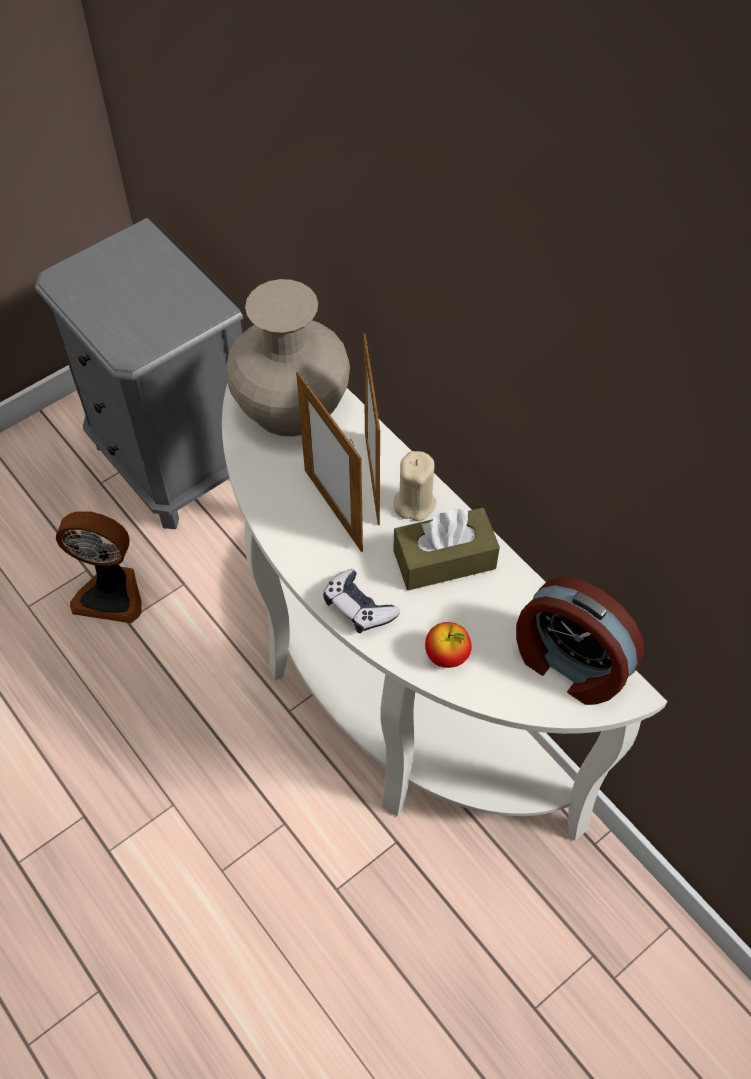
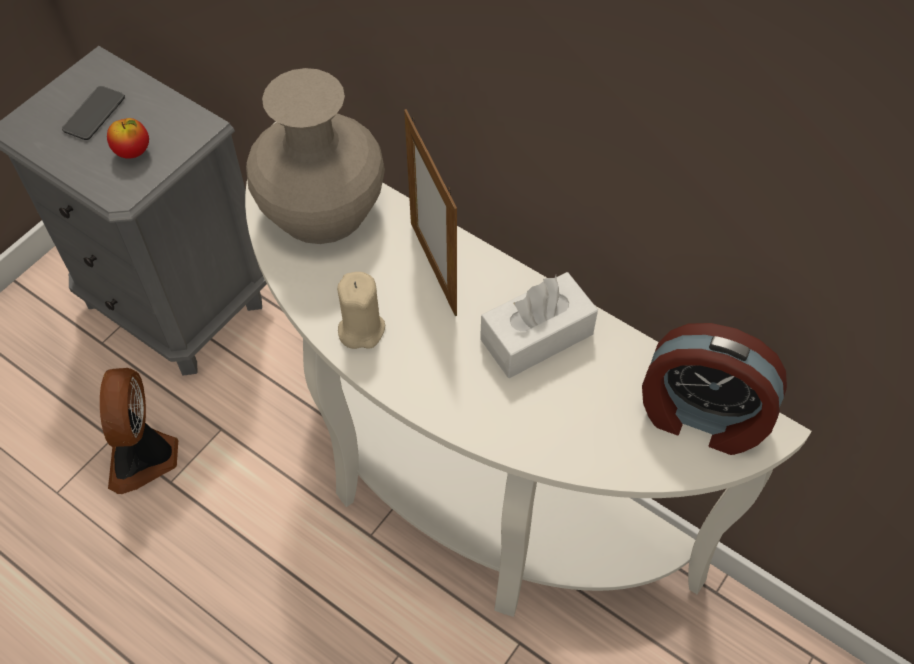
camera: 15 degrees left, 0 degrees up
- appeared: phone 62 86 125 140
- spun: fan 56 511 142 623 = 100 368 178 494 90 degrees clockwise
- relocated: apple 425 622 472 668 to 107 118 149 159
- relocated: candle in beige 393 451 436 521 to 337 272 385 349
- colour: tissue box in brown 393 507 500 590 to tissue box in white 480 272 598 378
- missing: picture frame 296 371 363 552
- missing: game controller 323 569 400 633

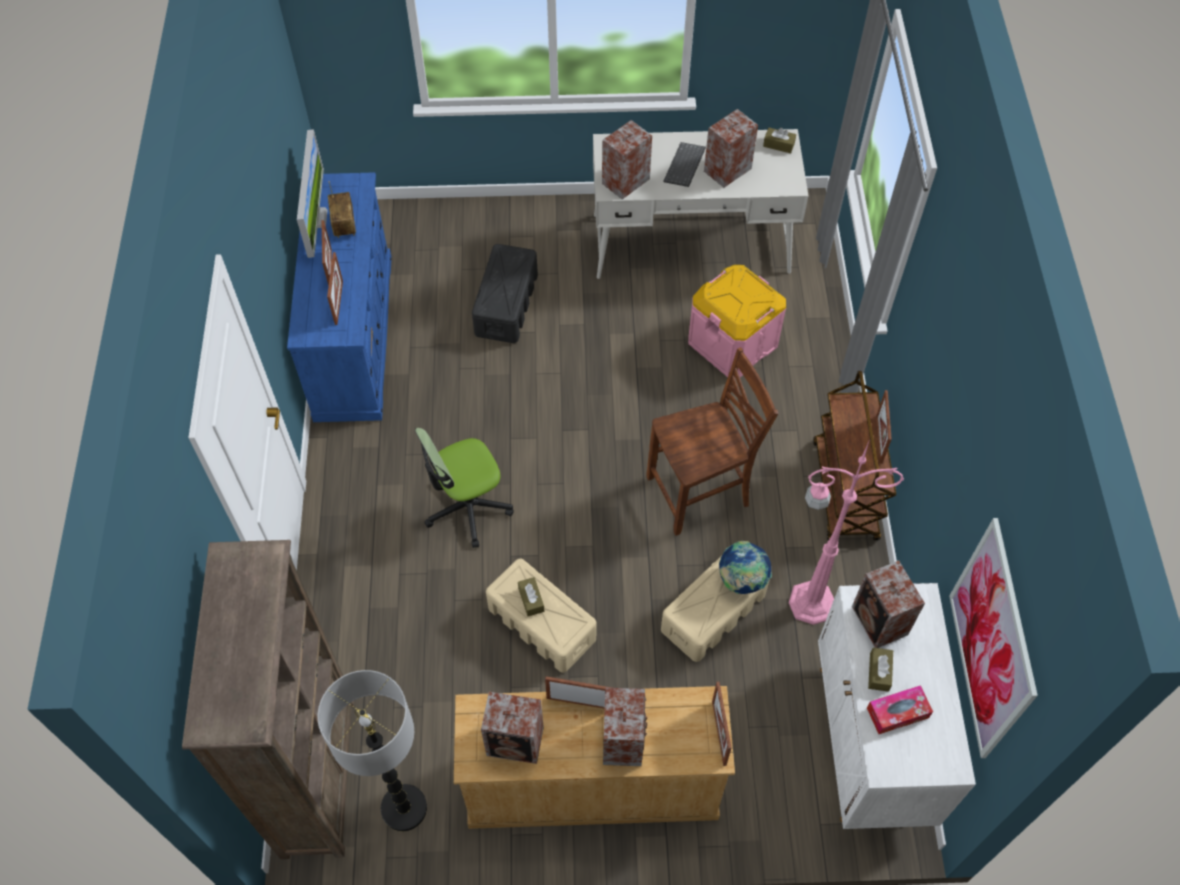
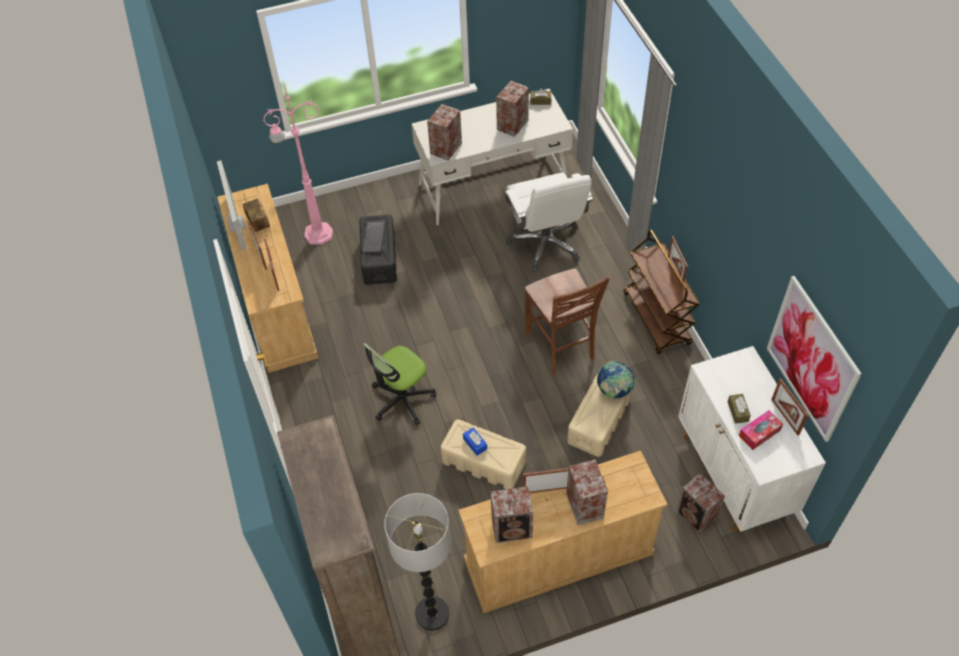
camera: 15 degrees left, 5 degrees down
- colour: dresser in blue 287 172 392 422 to dresser in beige 217 184 318 373
- relocated: floor lamp in pink 789 442 904 625 to 263 80 333 245
- relocated: keyboard 664 142 706 187 to 362 221 385 253
- colour: tissue box in brown 518 577 544 616 to tissue box in blue 463 427 487 456
- exchanged: storage box in pink 688 265 786 379 to office chair in white 505 172 593 272
- spun: chair in brown 646 347 778 536 = 525 268 610 375 105 degrees clockwise
- relocated: speaker 852 561 925 648 to 676 473 725 534
- relocated: picture frame 712 682 732 766 to 771 378 808 435

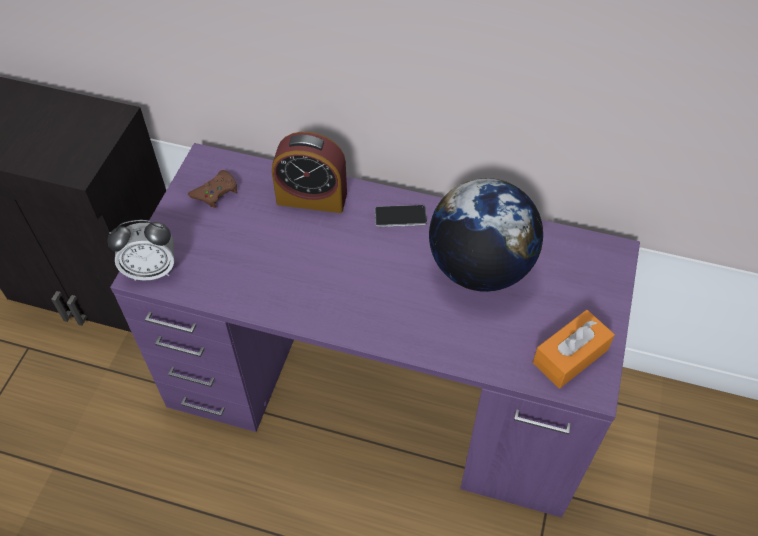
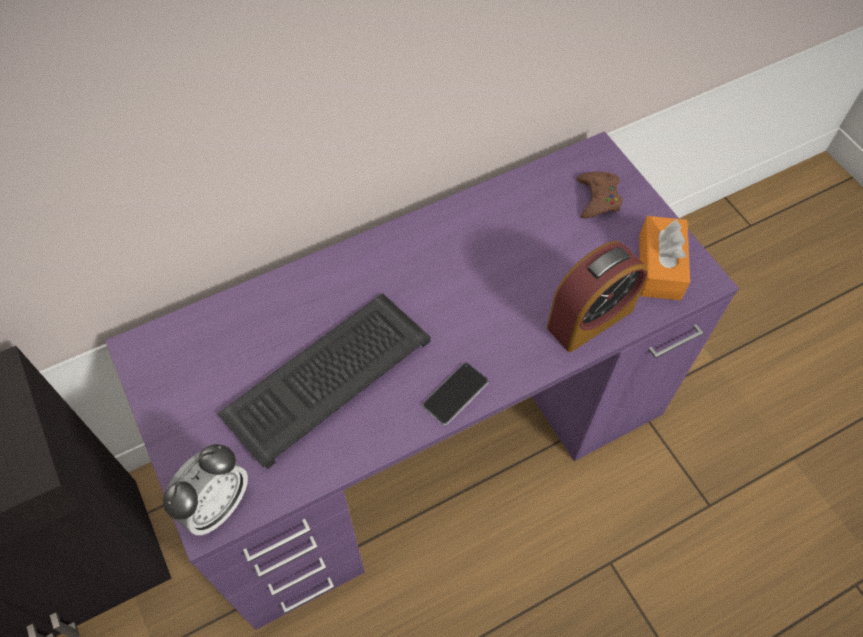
camera: 45 degrees left, 5 degrees up
- appeared: keyboard 217 293 431 469
- relocated: phone 375 205 427 227 to 422 363 489 425
- relocated: alarm clock 272 132 347 213 to 547 241 648 352
- relocated: game controller in brown 188 170 237 208 to 576 172 623 219
- missing: globe 429 178 543 292

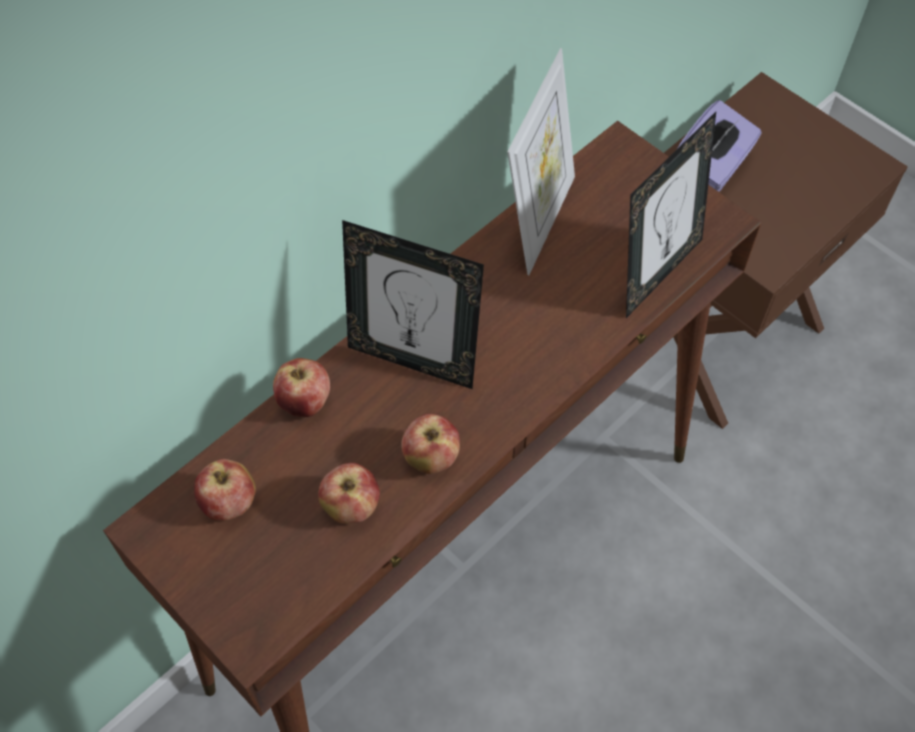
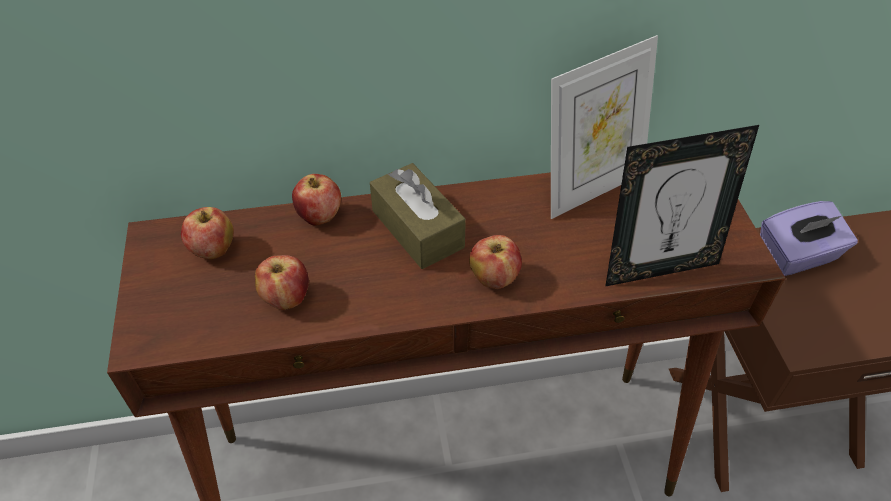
camera: 35 degrees right, 10 degrees down
- exchanged: picture frame 342 220 484 389 to tissue box in brown 370 163 466 269
- relocated: apple 401 414 460 474 to 469 235 522 289

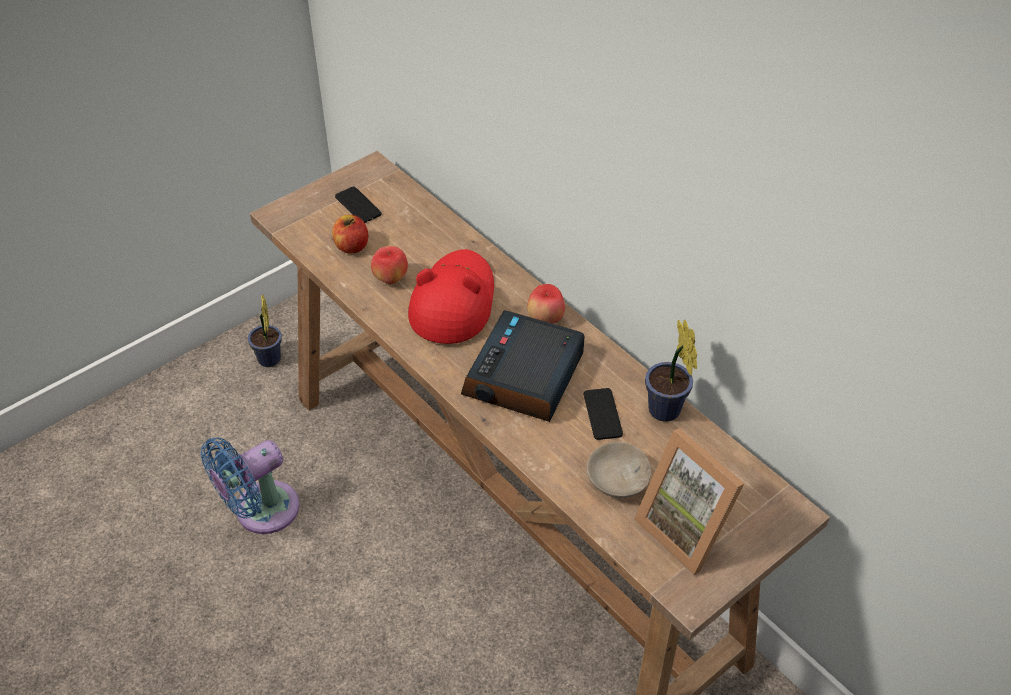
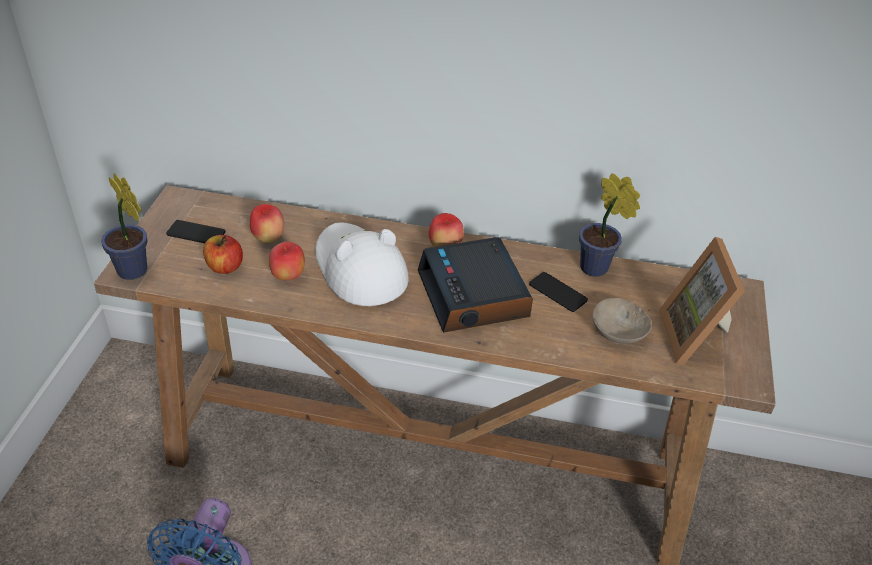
camera: 40 degrees left, 5 degrees down
- relocated: potted plant 248 295 282 367 to 101 173 148 280
- appeared: apple 250 204 284 243
- colour: hat in red 408 249 494 344 to hat in white 315 222 409 306
- spun: picture frame 634 428 744 576 = 659 237 745 365 75 degrees clockwise

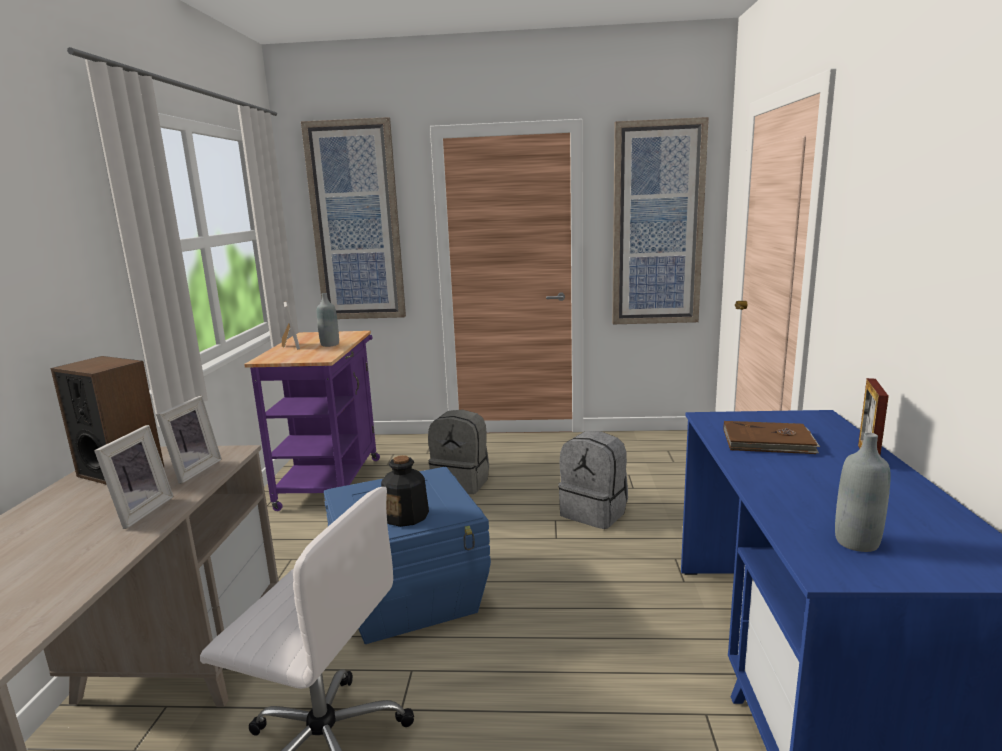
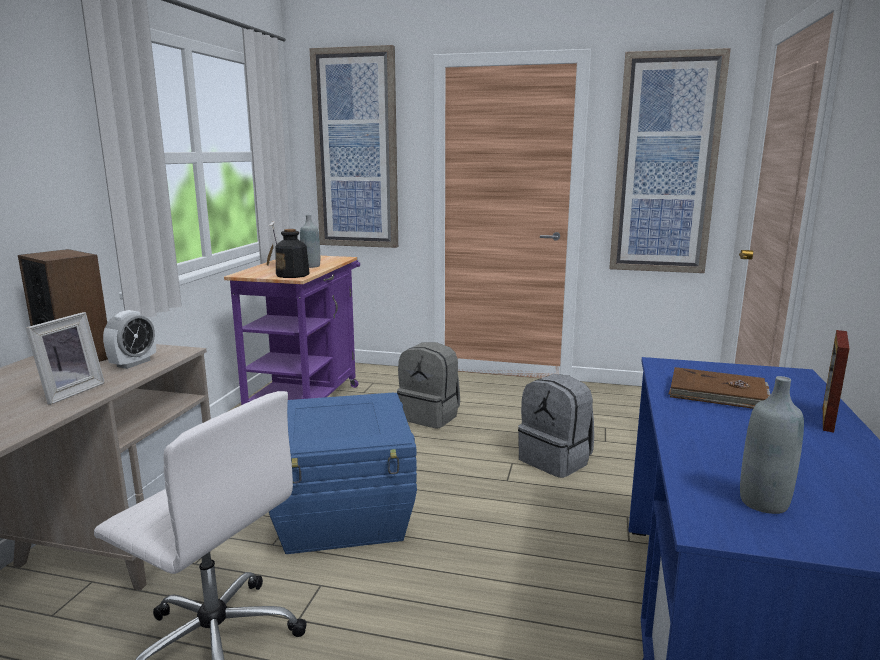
camera: 10 degrees right, 0 degrees up
- exchanged: picture frame 156 396 222 484 to alarm clock 103 310 156 369
- relocated: bottle 381 455 429 527 to 275 229 310 278

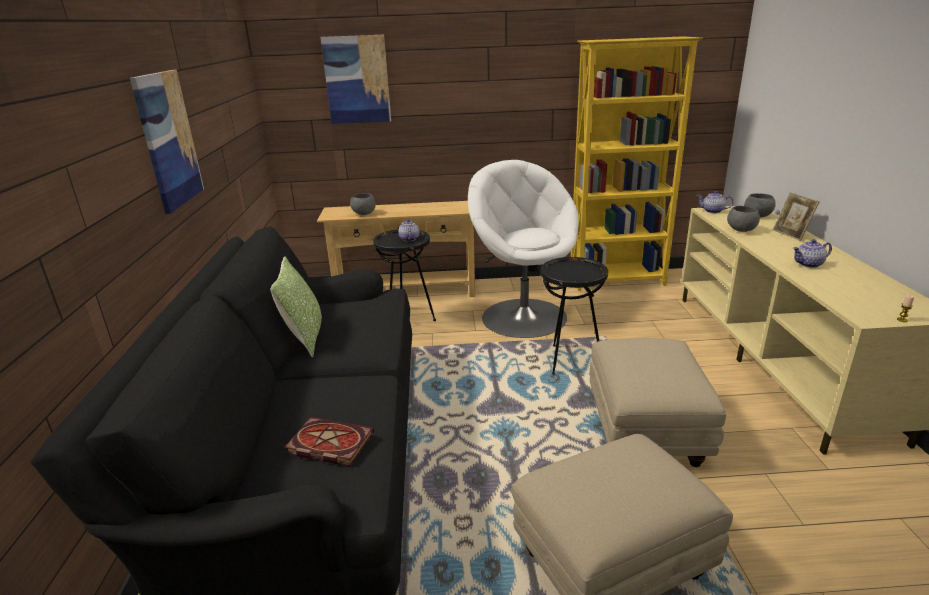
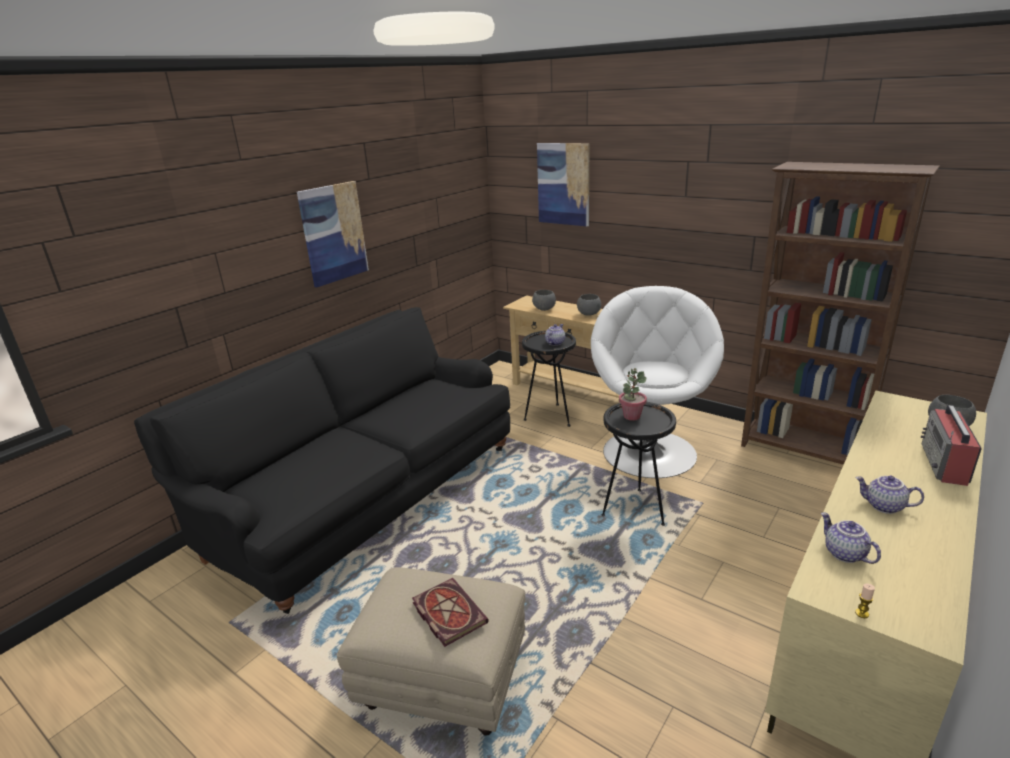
camera: 40 degrees right, 0 degrees up
- relocated: book 284 417 374 466 to 412 578 489 647
- relocated: bowl in grey 727 206 760 232 to 577 294 601 316
- appeared: potted plant 619 368 647 421
- colour: bookcase in yellow 571 36 703 291 to bookcase in brown 741 162 940 465
- relocated: teapot 697 191 734 213 to 821 512 881 564
- exchanged: picture frame 773 192 820 241 to radio 921 405 982 486
- missing: pillow 270 256 322 357
- missing: ottoman in beige 590 338 726 467

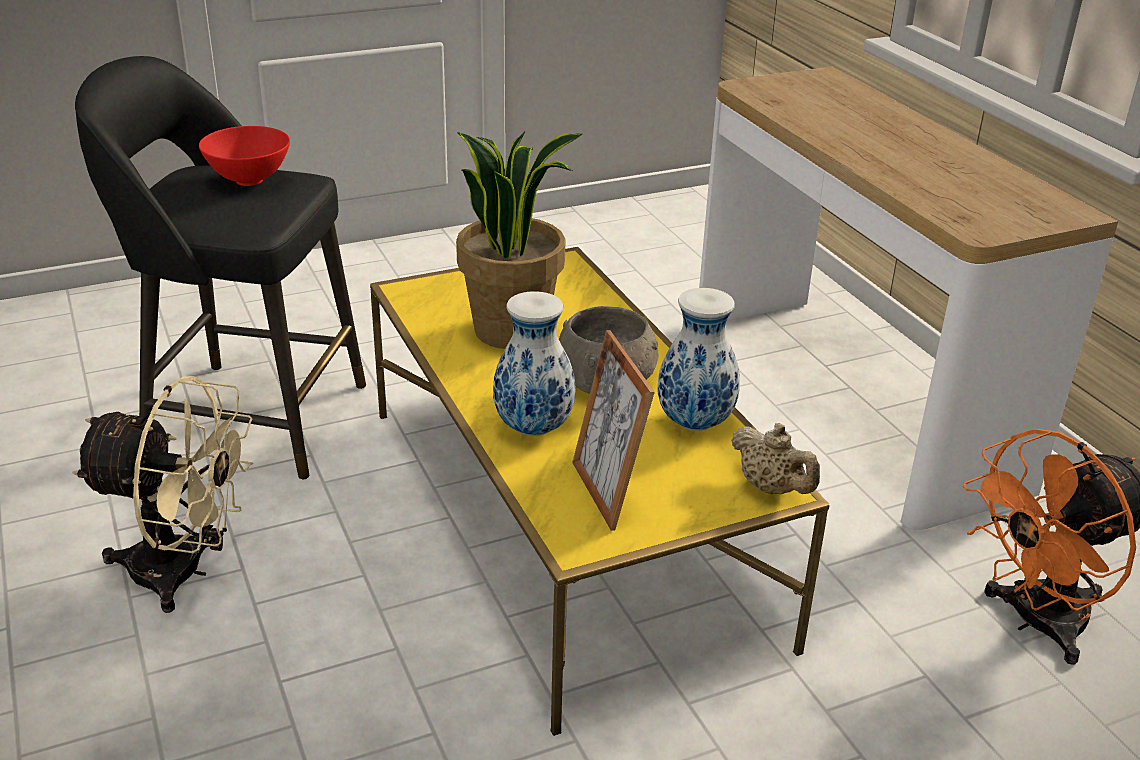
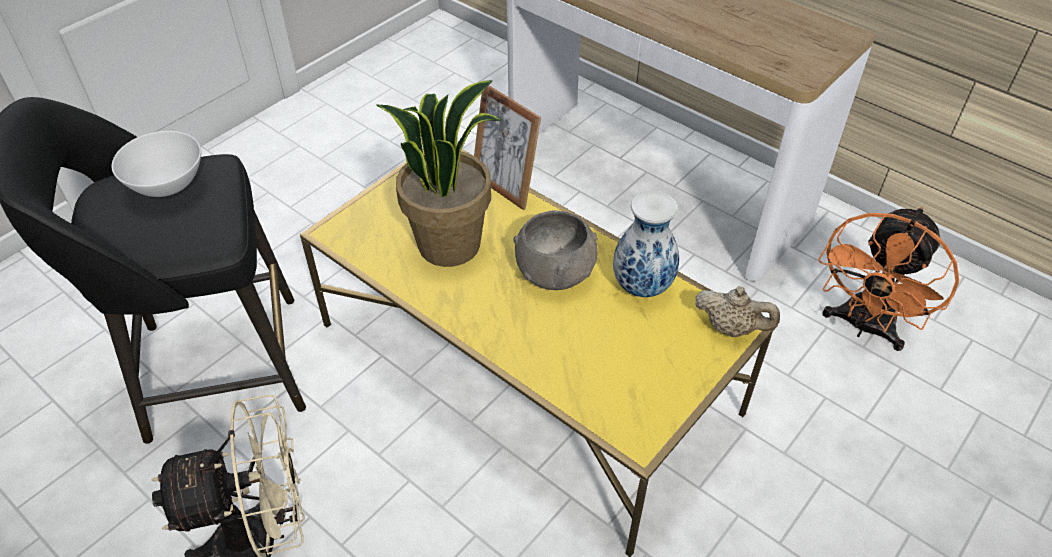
camera: 25 degrees left, 15 degrees up
- colour: bowl in red 199 126 290 186 to bowl in white 112 131 201 197
- relocated: picture frame 573 330 655 531 to 474 85 541 210
- missing: vase 493 291 575 436

